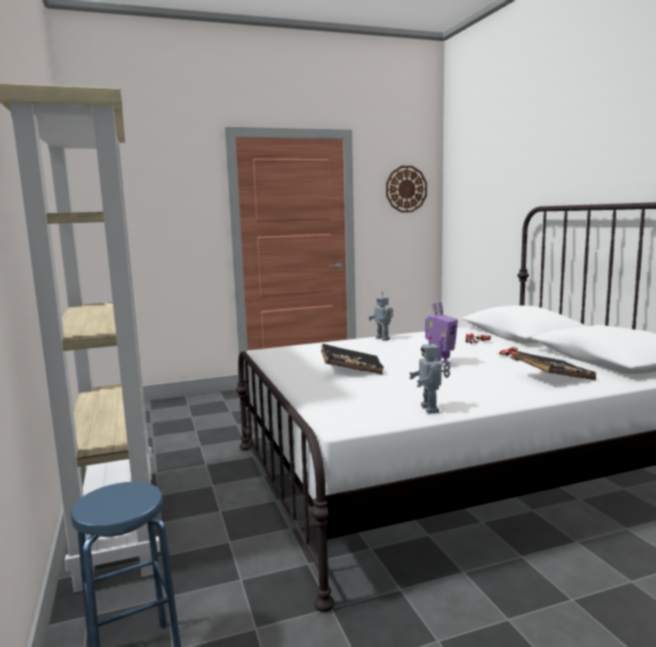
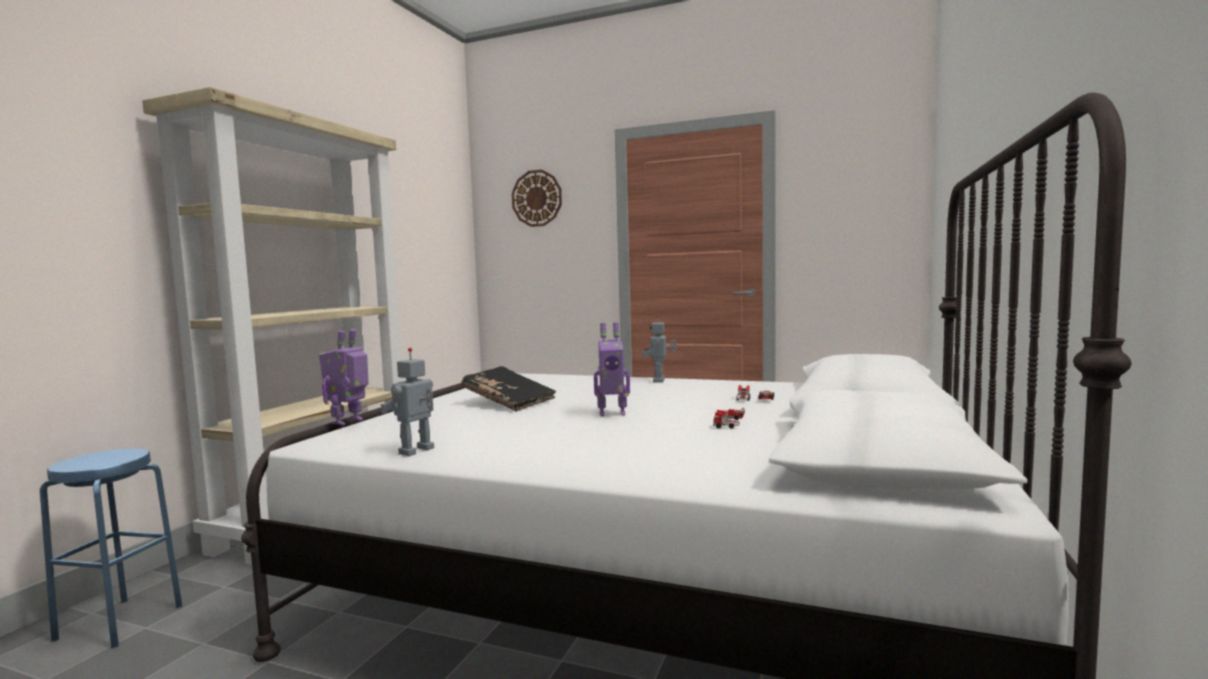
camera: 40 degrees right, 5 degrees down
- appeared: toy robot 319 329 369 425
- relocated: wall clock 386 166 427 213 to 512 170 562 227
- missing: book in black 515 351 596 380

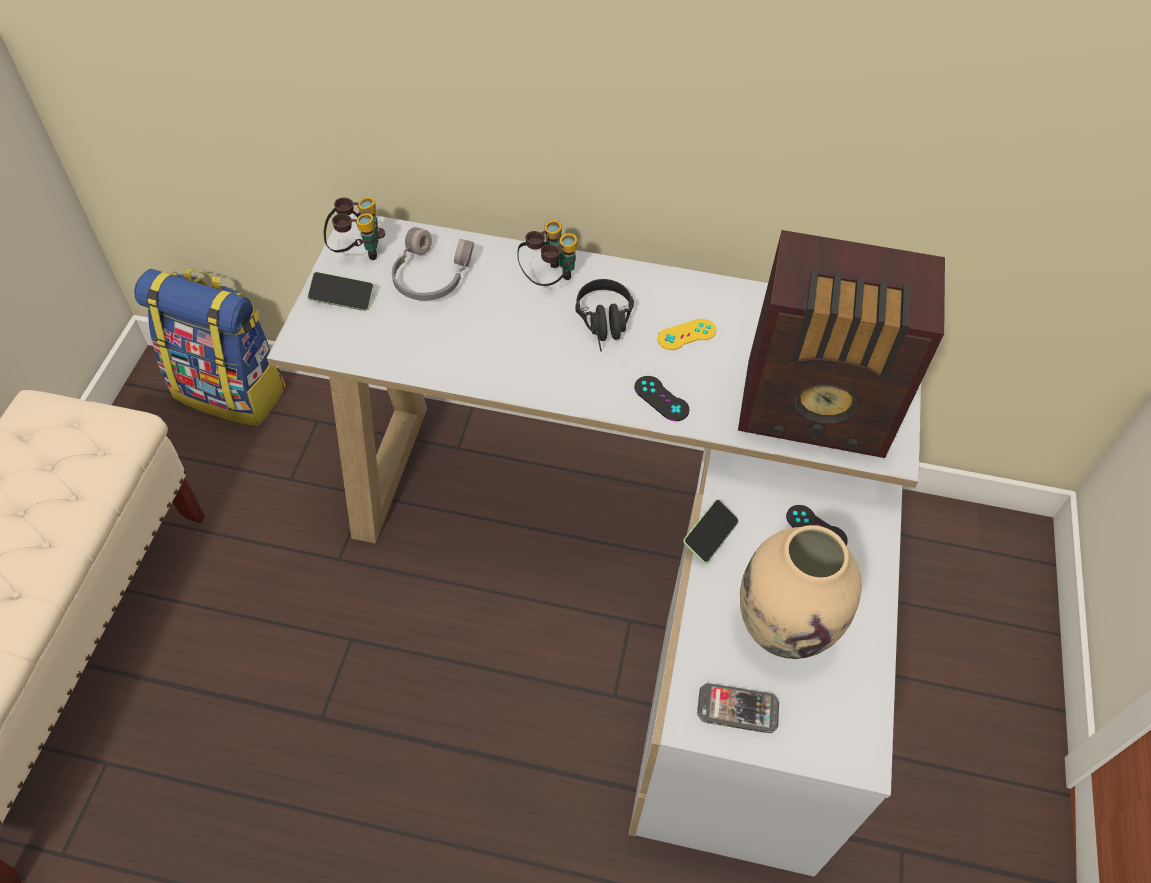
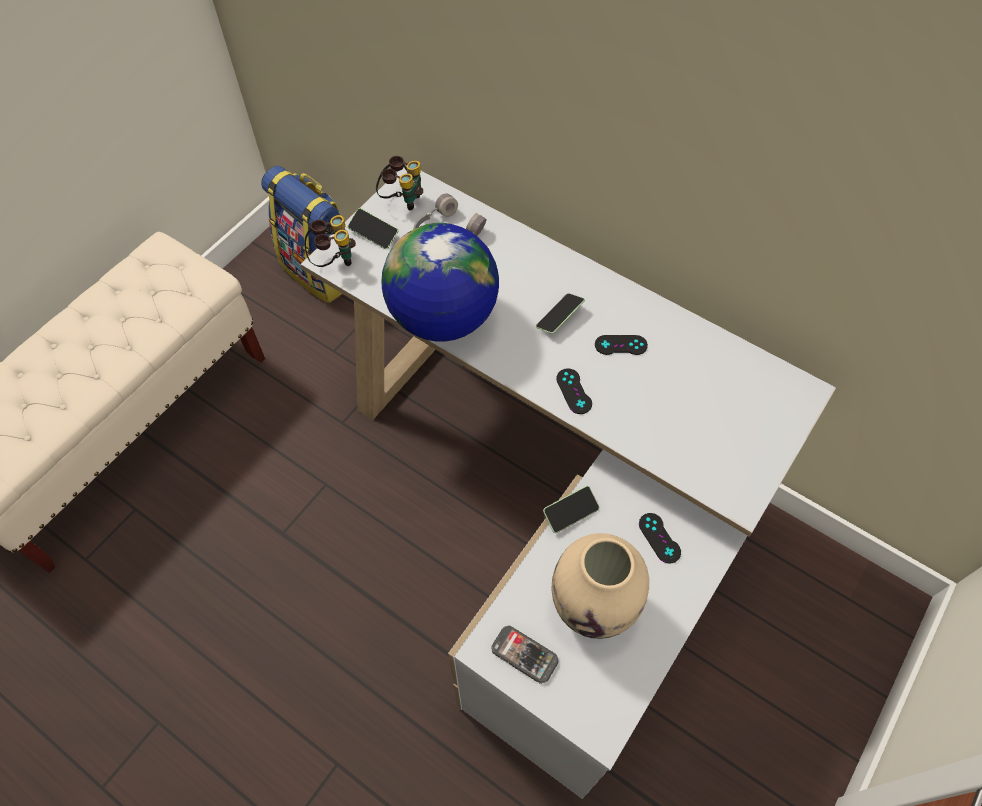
camera: 25 degrees right, 5 degrees up
- relocated: binoculars 517 220 577 286 to 304 215 356 267
- appeared: globe 382 223 499 342
- exchanged: headphones in black 575 279 634 352 to phone 536 293 585 334
- colour: game controller in yellow 657 319 716 350 to game controller in black 595 335 648 355
- missing: radio 738 230 945 458

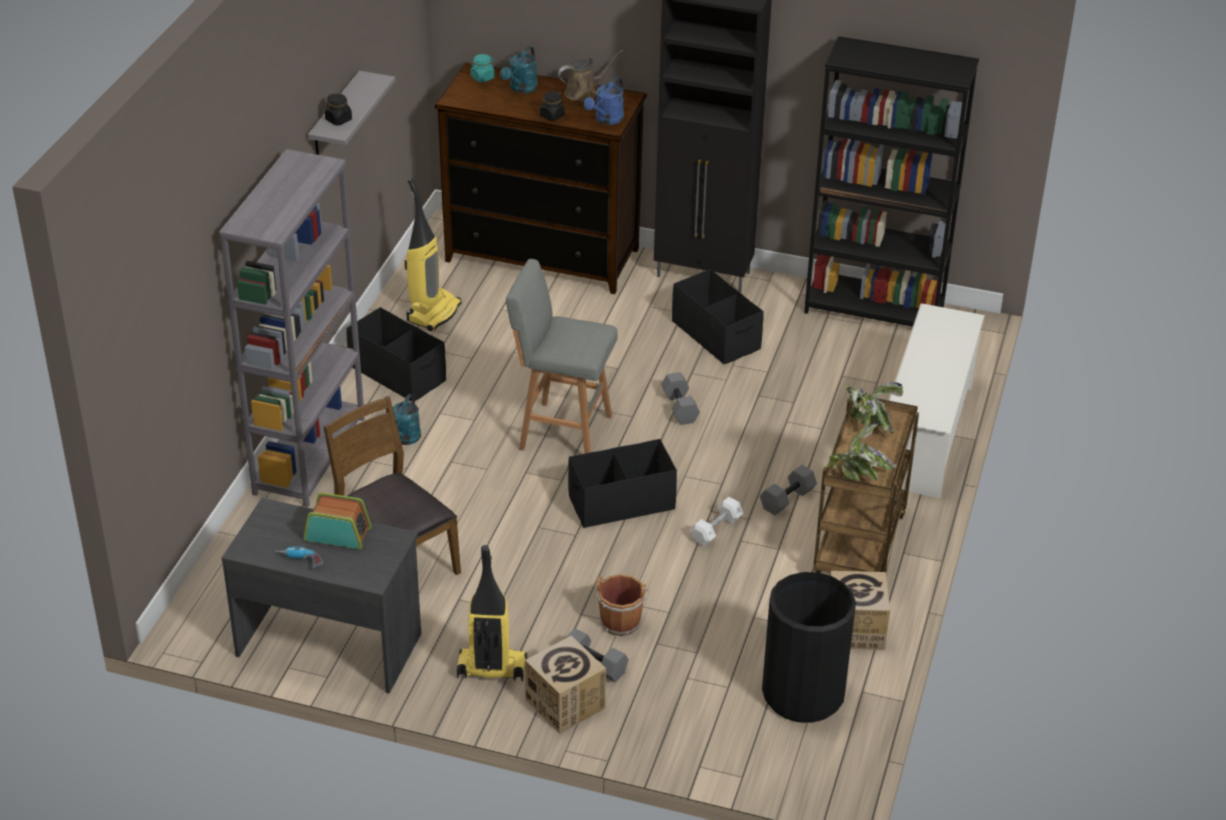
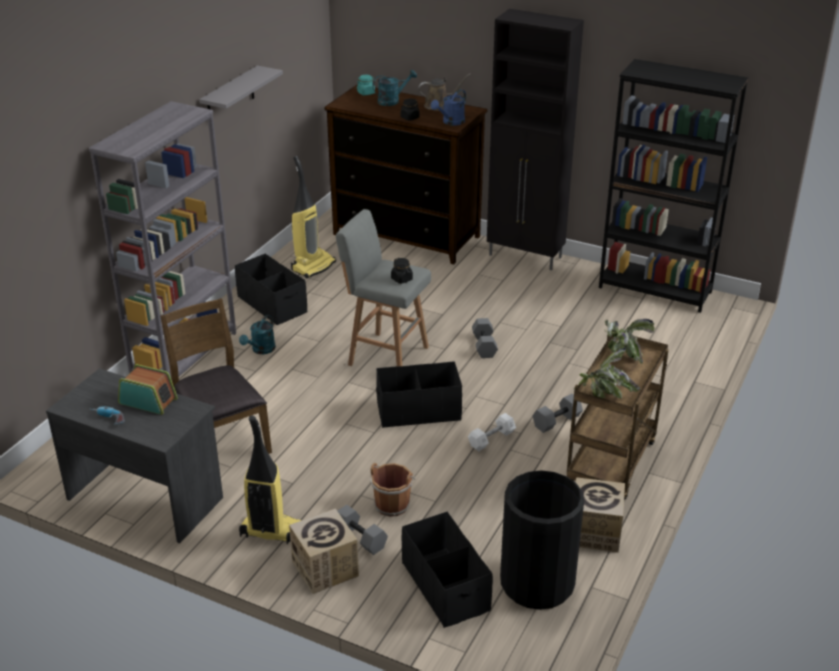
camera: 10 degrees right, 5 degrees down
- spun: watering can in turquoise 500 46 538 93 = 372 70 417 106 150 degrees counterclockwise
- relocated: jar in black 325 94 352 125 to 391 258 413 284
- relocated: storage box in black 672 269 764 365 to 402 512 493 628
- missing: shoe rack in white 888 304 985 498

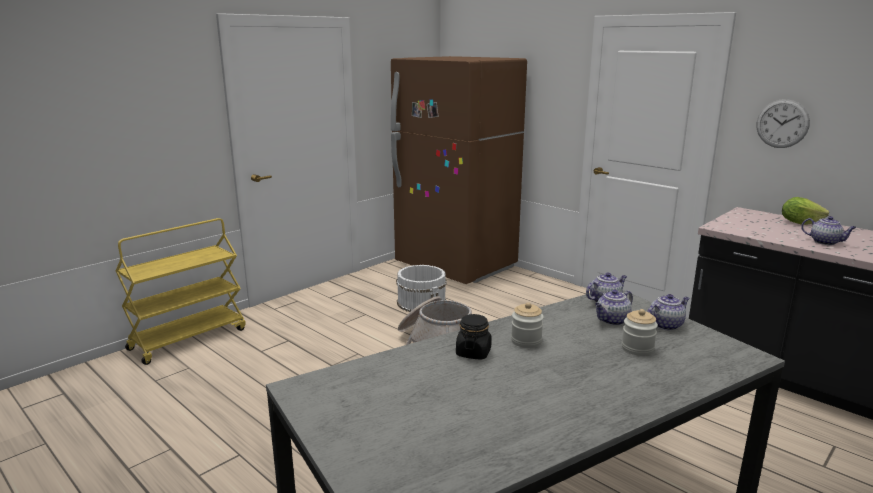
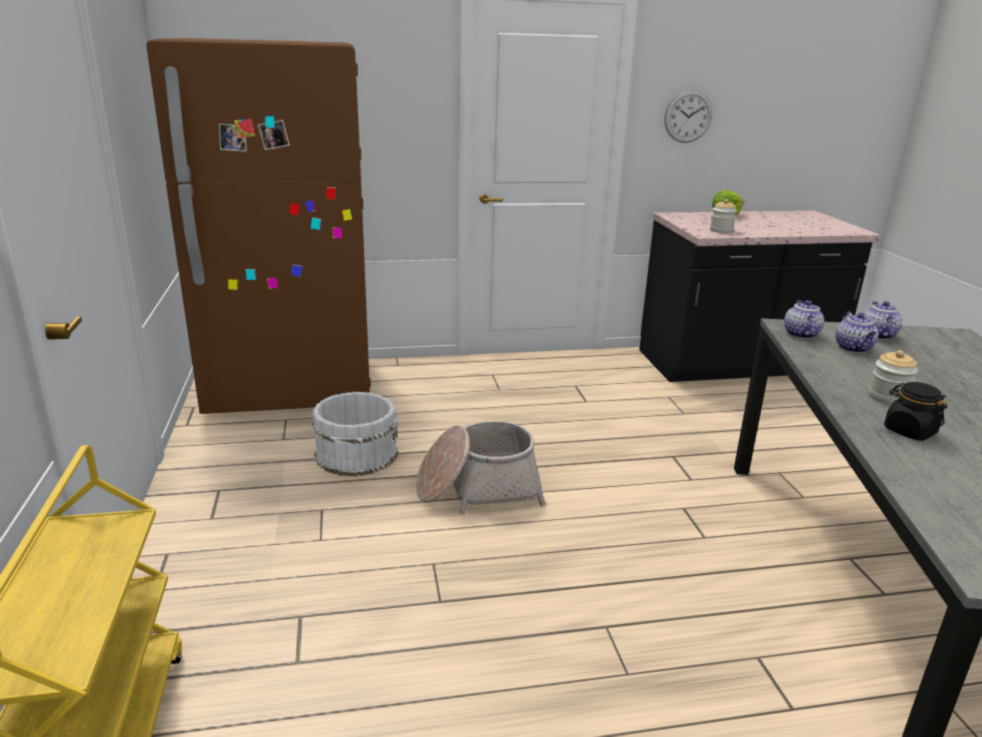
camera: 55 degrees left, 5 degrees up
- relocated: jar 622 309 658 356 to 710 199 737 233
- missing: teapot 801 216 857 245

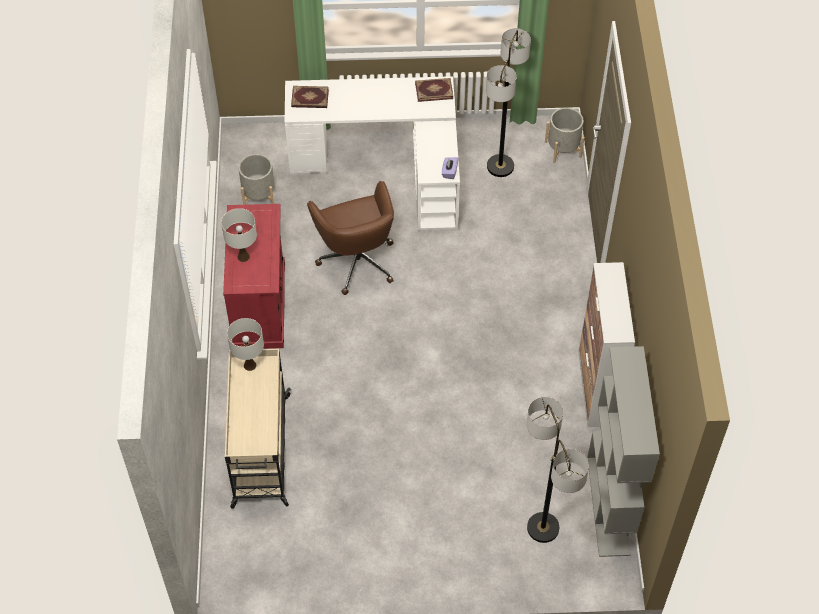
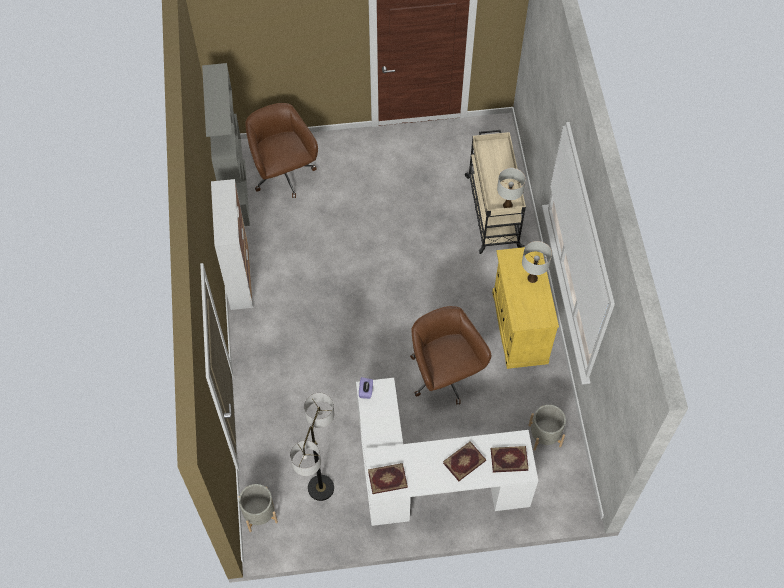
camera: 175 degrees right, 5 degrees up
- exchanged: floor lamp 526 397 589 543 to office chair in brown 245 103 318 198
- appeared: book 443 441 486 481
- colour: cabinet in red 223 204 285 349 to cabinet in yellow 492 247 559 369

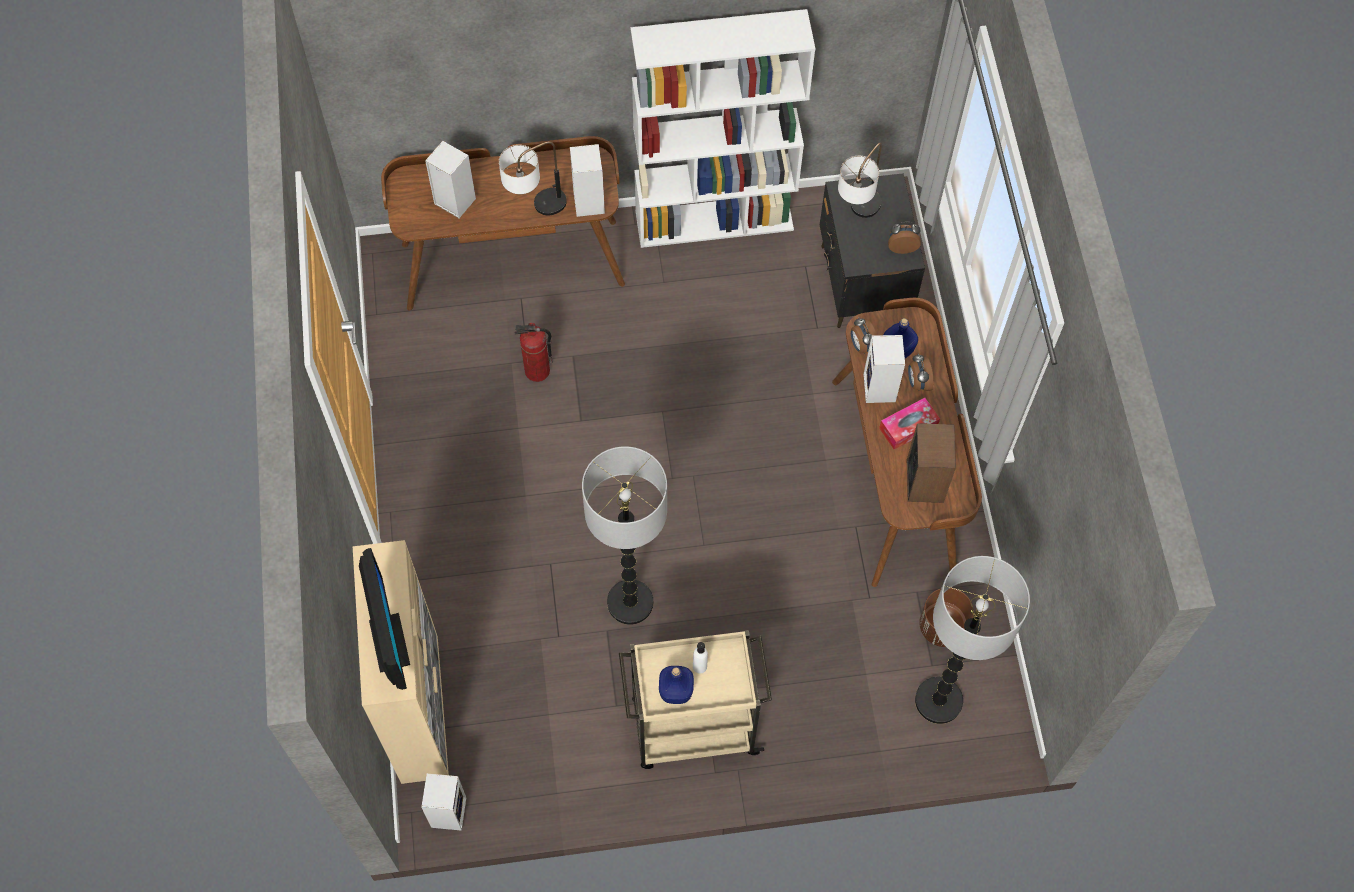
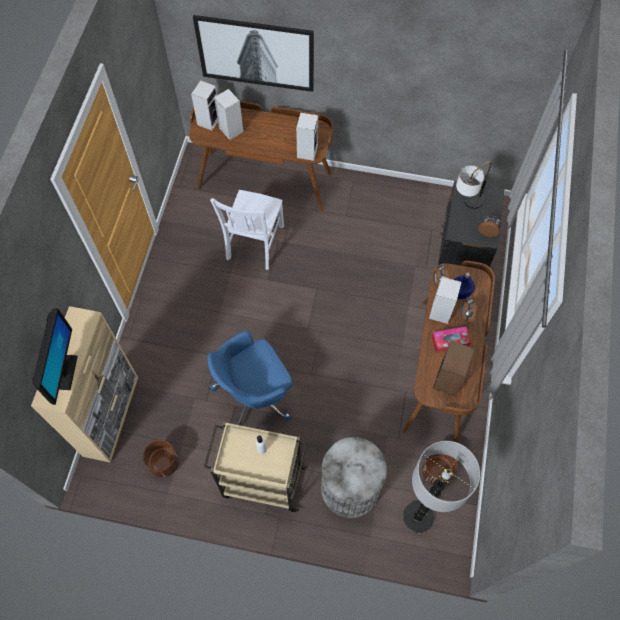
camera: 20 degrees right, 0 degrees up
- appeared: planter in brown 143 440 179 477
- relocated: speaker 421 773 466 831 to 191 80 218 131
- appeared: picture 193 15 314 92
- exchanged: floor lamp 582 446 667 625 to office chair in blue 207 331 292 425
- exchanged: fire extinguisher 514 323 552 382 to chair in white 210 190 284 270
- appeared: trash can in grey 321 437 387 518
- missing: table lamp 499 142 567 216
- missing: bookcase in white 630 9 816 248
- missing: bottle in blue 659 666 694 704

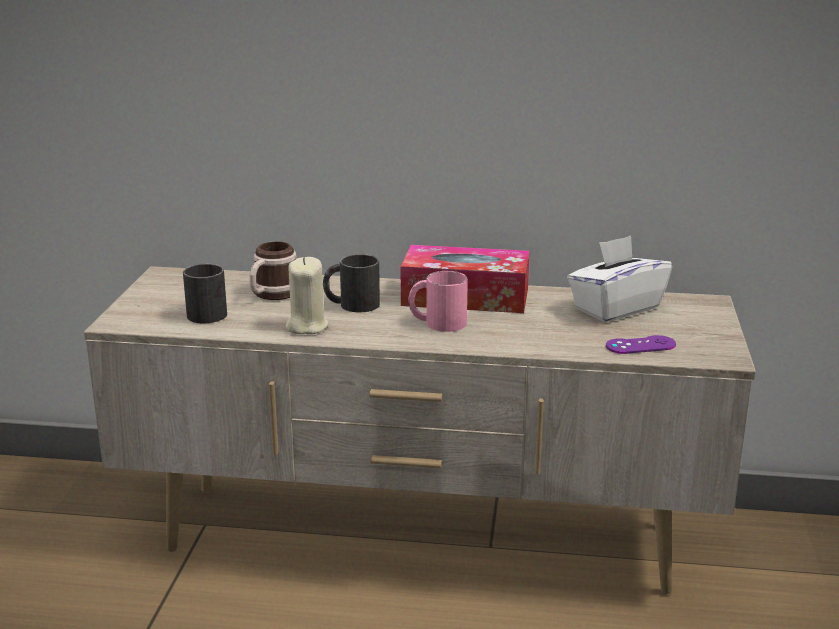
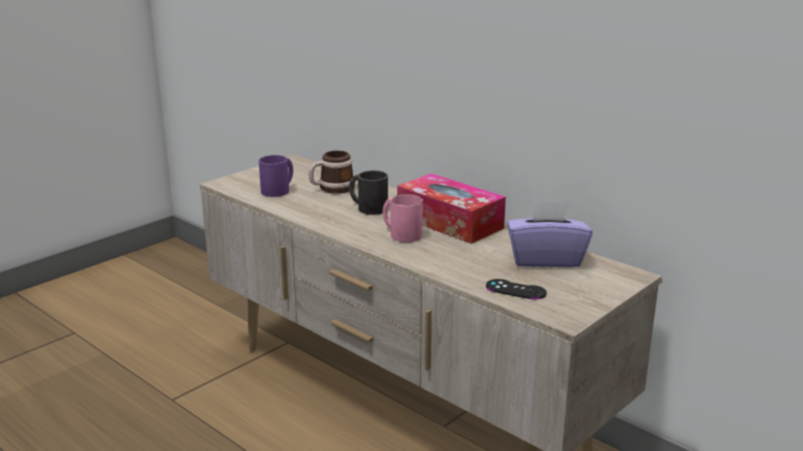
camera: 35 degrees right, 0 degrees up
- colour: mug in black 183 264 227 323 to mug in purple 259 155 293 197
- colour: game controller in purple 606 335 676 354 to game controller in black 486 279 547 300
- colour: tissue box in white 567 235 672 322 to tissue box in purple 507 199 592 268
- missing: candle in beige 286 257 329 334

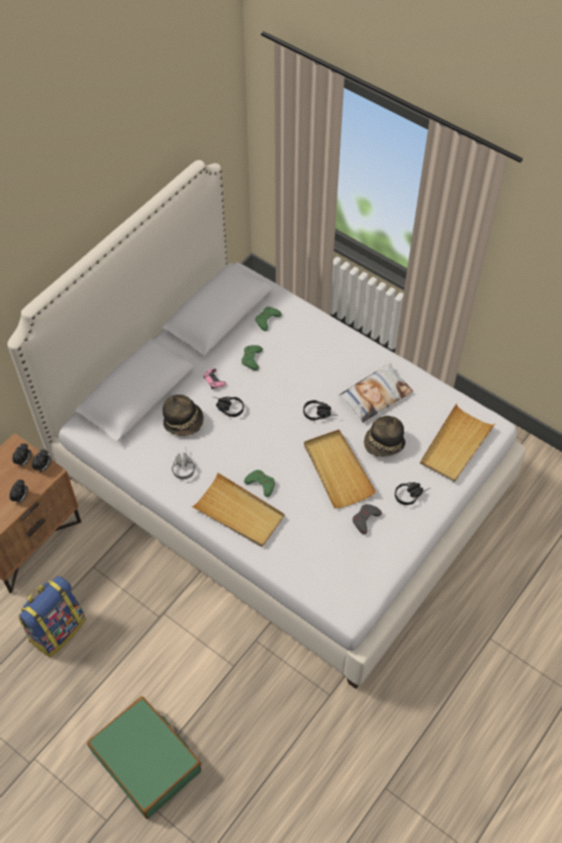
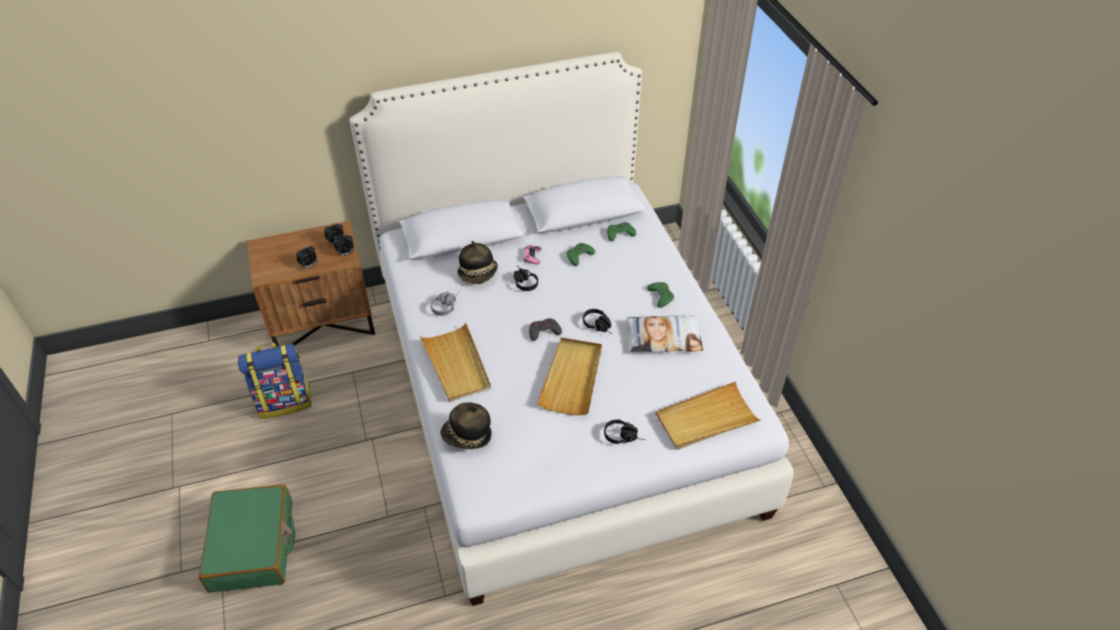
camera: 35 degrees right, 10 degrees down
- relocated: hat 364 416 405 457 to 441 403 492 449
- relocated: game controller in grey 352 504 382 534 to 529 318 562 341
- relocated: game controller in green 244 470 275 497 to 647 282 674 308

